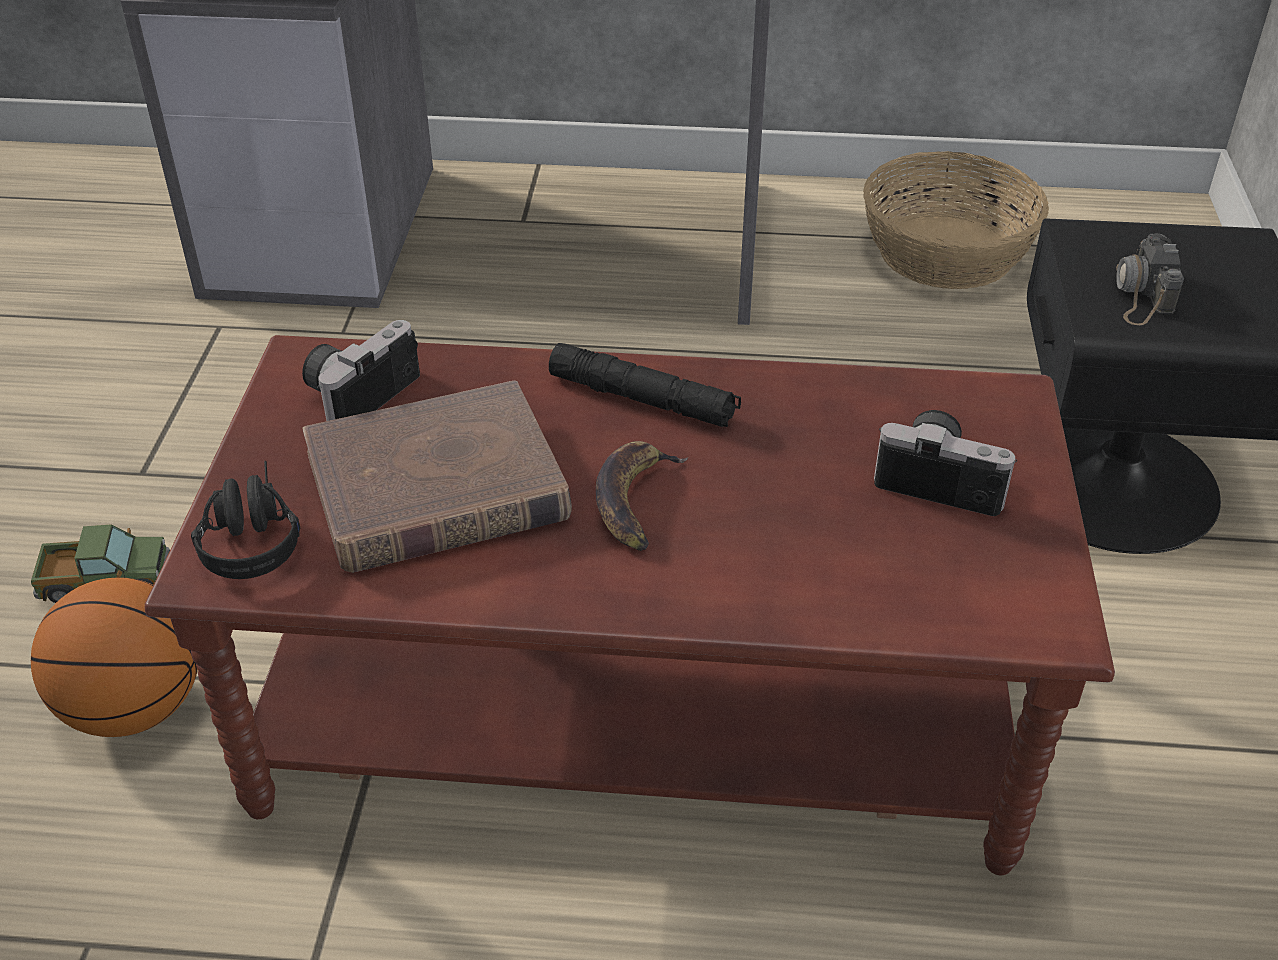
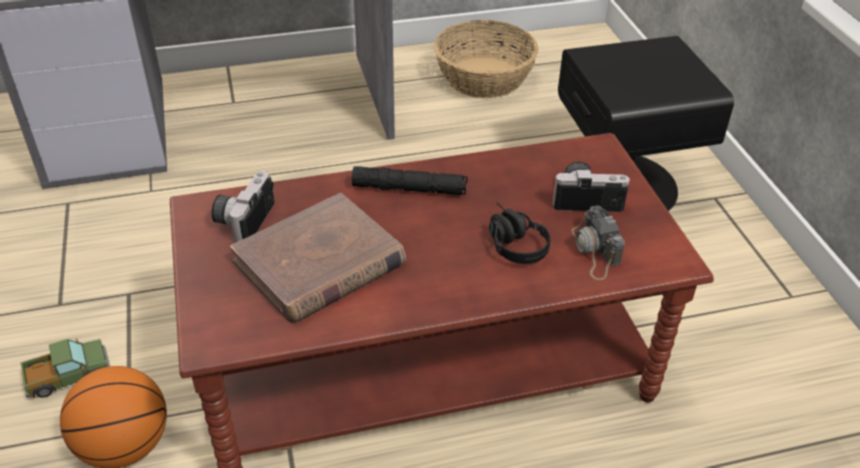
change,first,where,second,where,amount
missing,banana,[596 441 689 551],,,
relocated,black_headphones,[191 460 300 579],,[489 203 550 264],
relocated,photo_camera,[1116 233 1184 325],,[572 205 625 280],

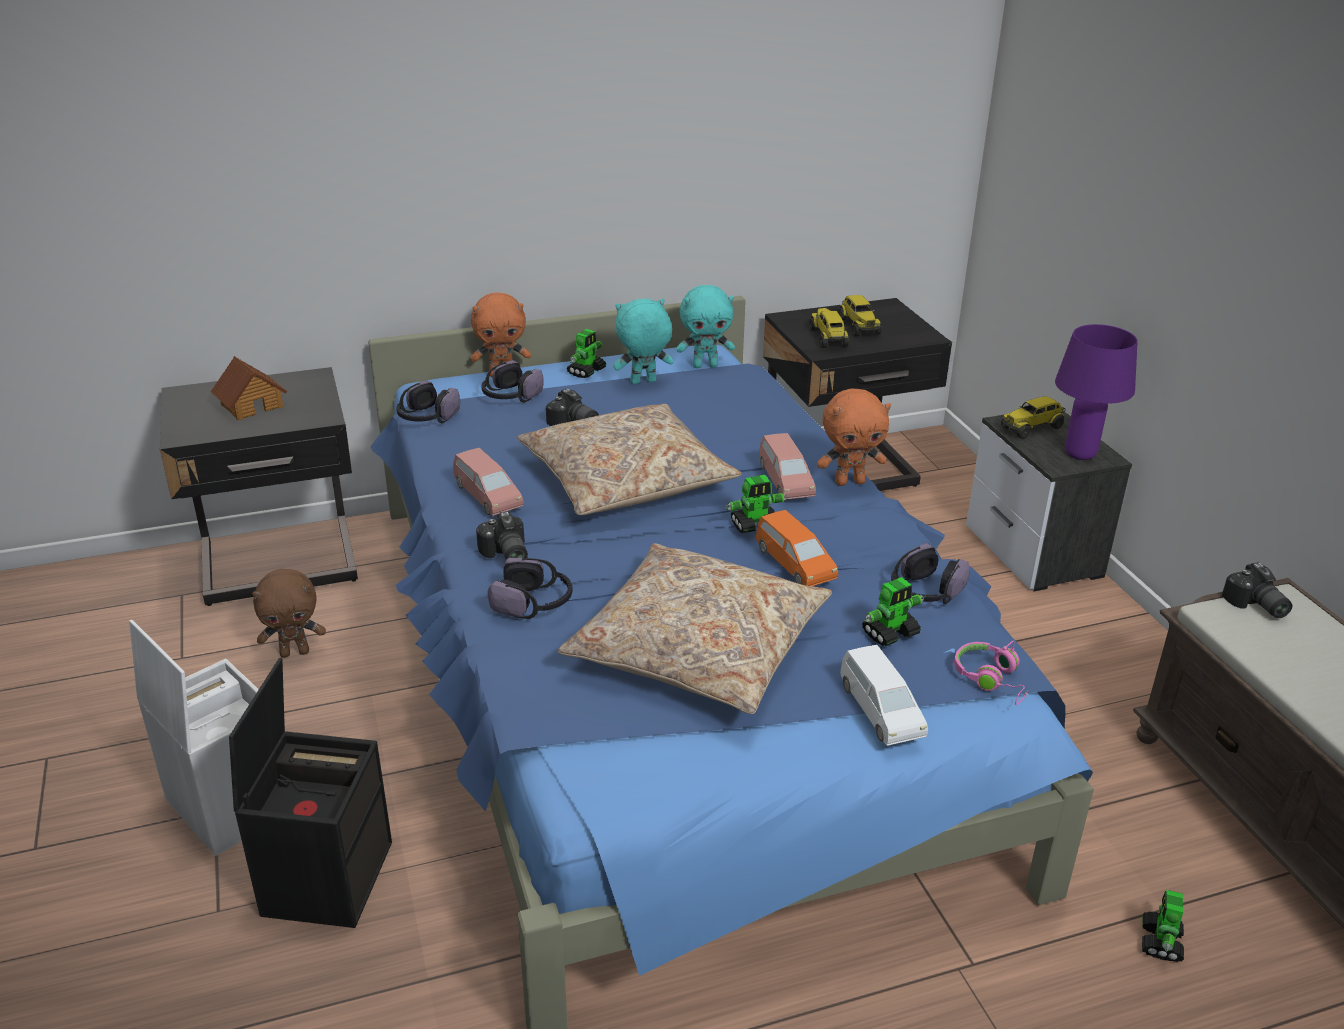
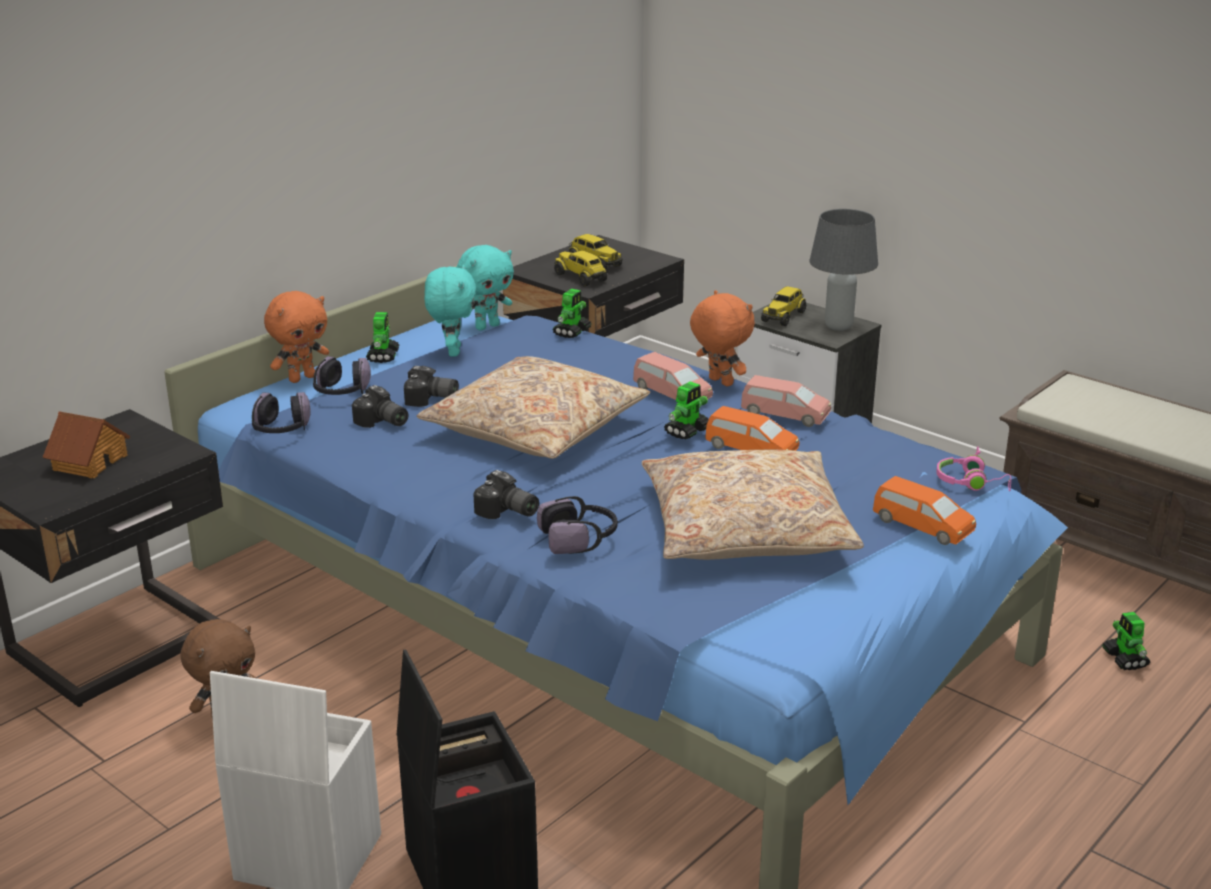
change,first,where,second,where,amount
missing,headphones,[891 543 970 604],,,
relocated,pink_toy_car,[453 448 524 516],,[741 375 831 427],
relocated,toy_robot,[862 577 924 646],,[552 289 591 338],
relocated,photo_camera,[1222 562 1292 618],,[352 385 408 428],
colour,white_toy_car,[840 645 928 746],orange_toy_car,[873 476 976 545],
colour,purple_table_lamp,[1055 324 1138 460],grey_table_lamp,[809 209 878 331],
spun,turquoise_plush_toy,[613 299 673 384],,[424 265 476 357],135 degrees clockwise
spun,orange_plush_toy,[817 389 891 486],,[690 290 755 387],90 degrees counterclockwise

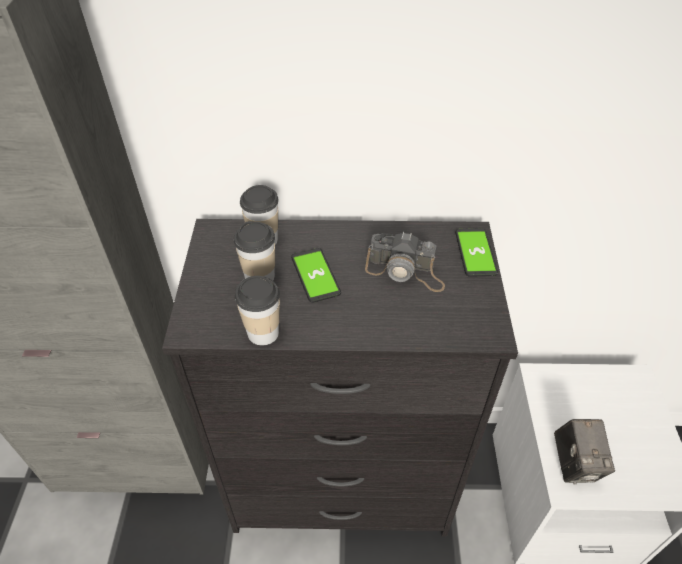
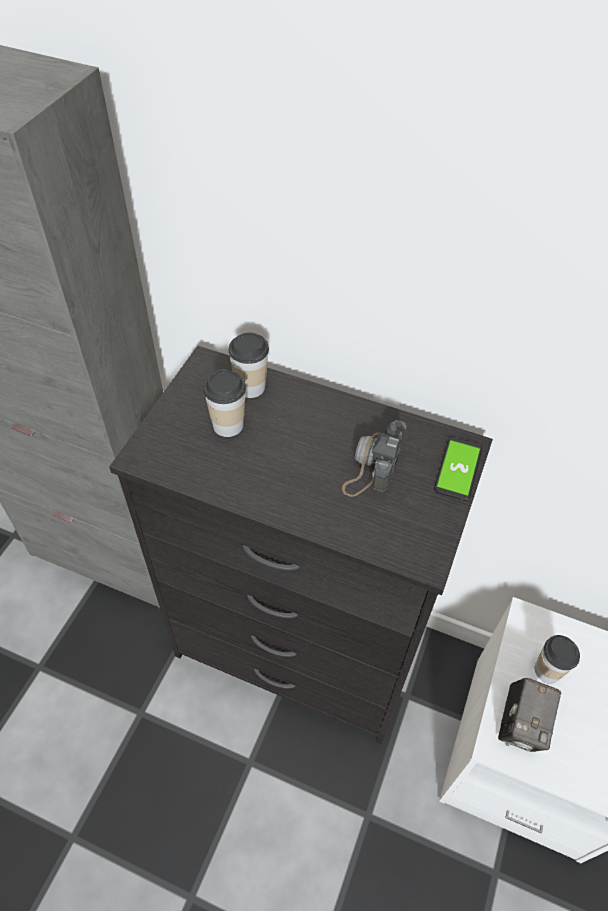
change,first,where,second,where,amount
missing,phone,[291 248 341 303],,,
relocated,cup,[235 276 280 345],,[535 635 580 684],
spun,photo_camera,[365 232 445 292],,[342 420 407 497],75 degrees clockwise

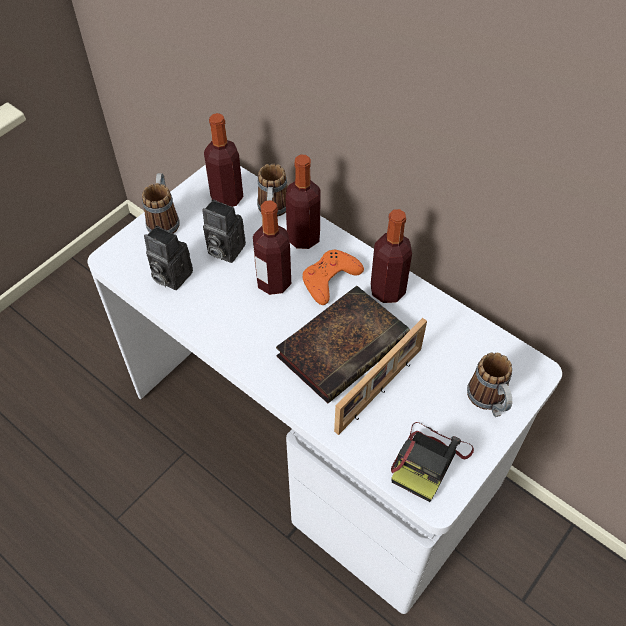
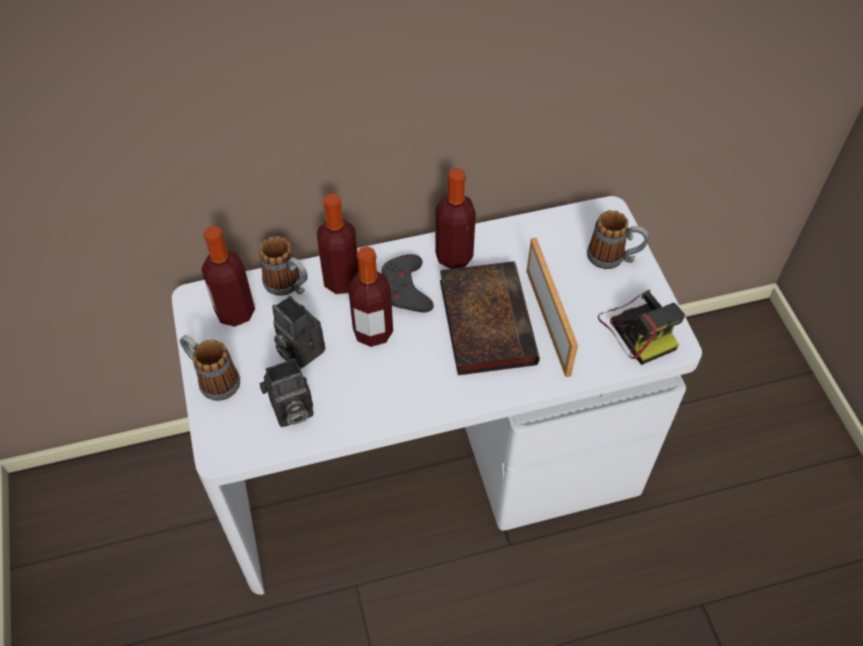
change,first,where,second,where,amount
colour,orange_game_controller,[302 250 364 305],grey_game_controller,[382 254 434 313],
spun,photo_camera,[202 199 246 263],,[272 296 325 369],75 degrees clockwise

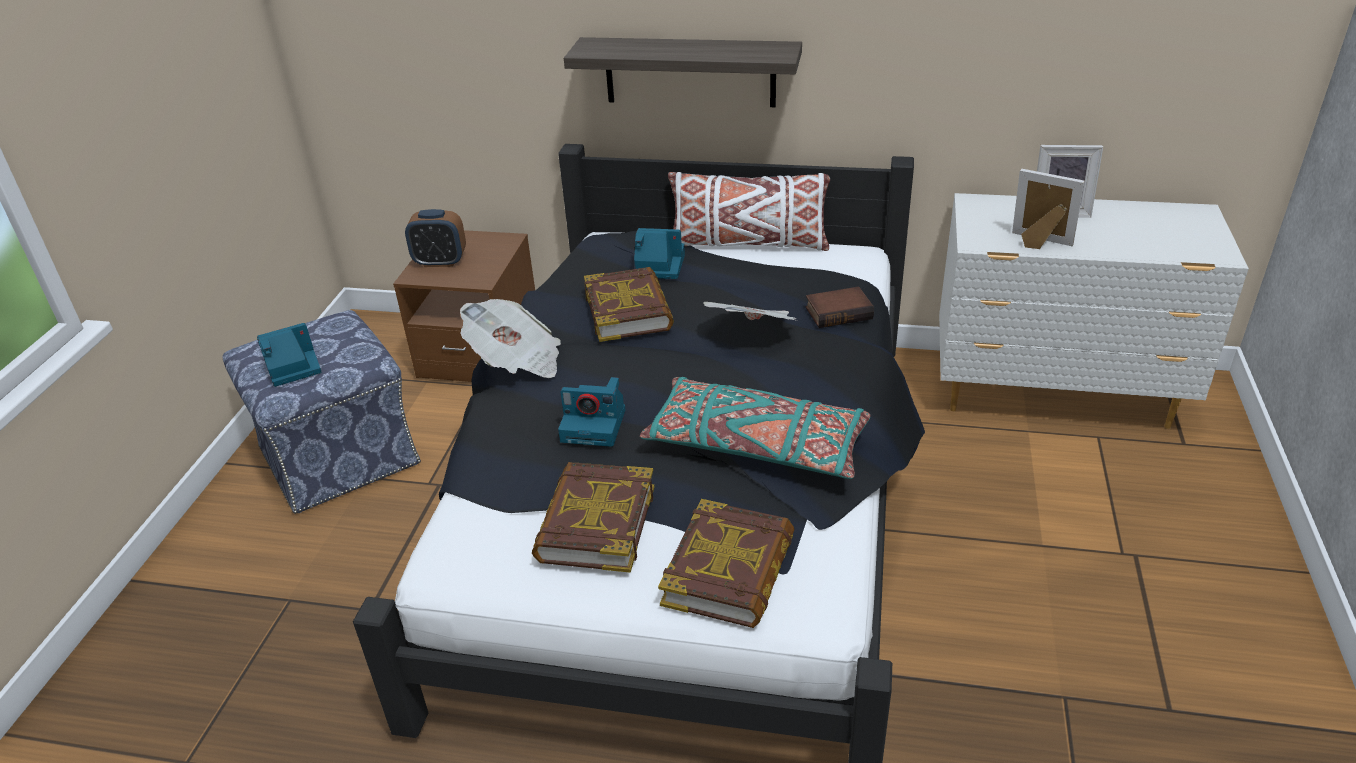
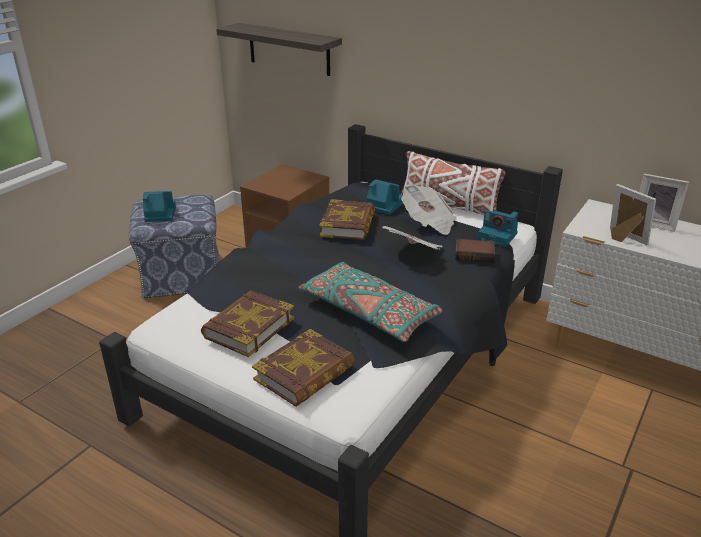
change,first,where,second,where,amount
missing,alarm_clock,[405 209 466 267],,,
relocated,newspaper,[460 299 561 378],,[401 184 457 235],
relocated,photo_camera,[558 377 625 447],,[478 210 518 247],
relocated,shelf,[564 37 802 107],,[216 23 342 76],

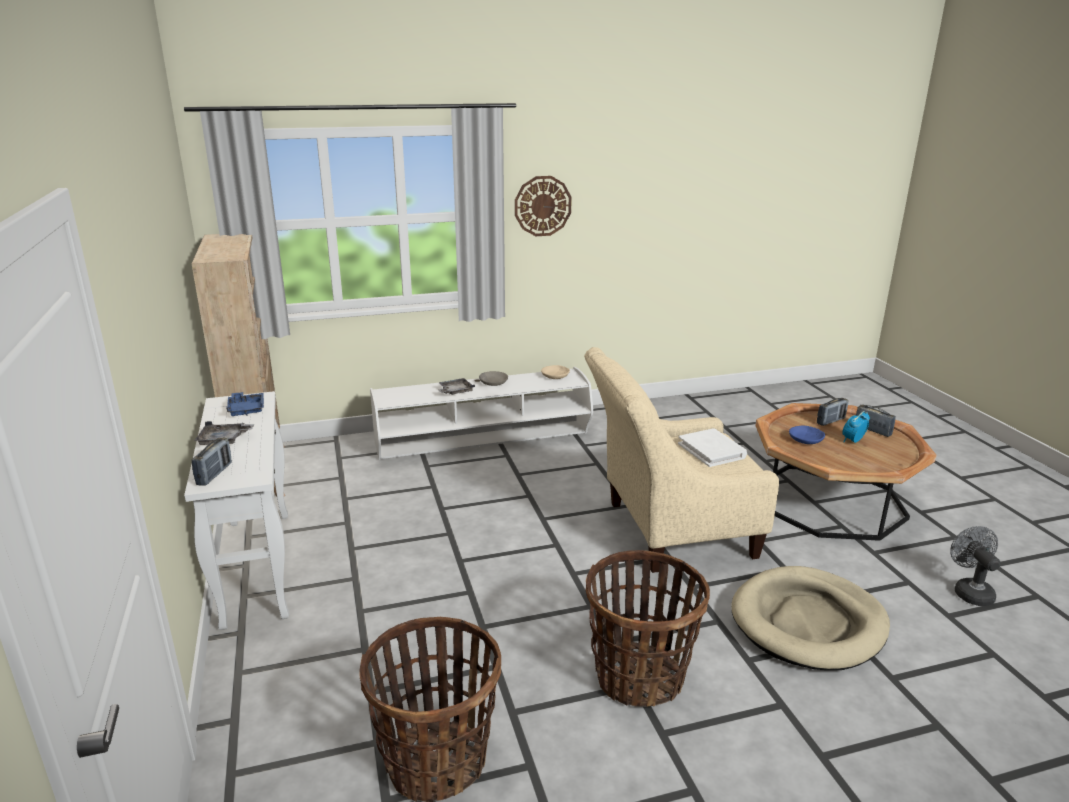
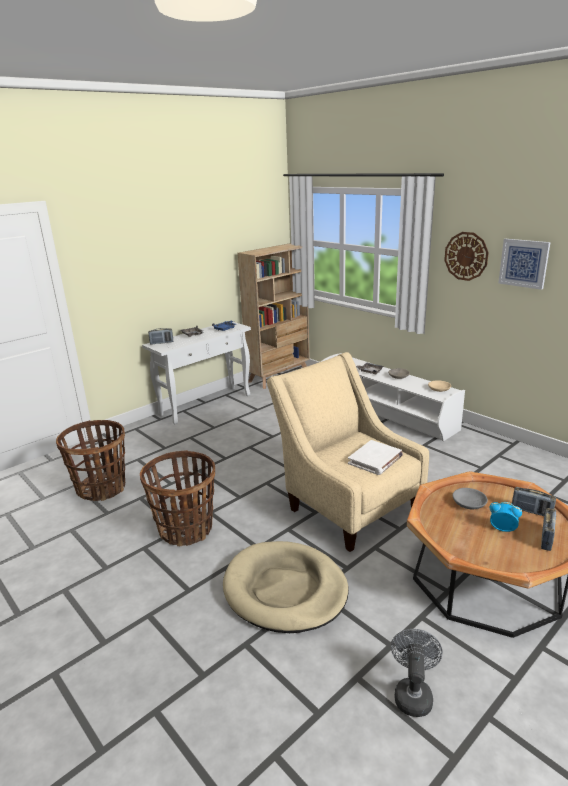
change,first,where,second,where,amount
appeared,,,picture,[498 239 551 290],
colour,blue_bowl,[789 426 825 444],grey_bowl,[453 488 488 509],
spun,grey_fan,[950 526 1001 606],,[391 629 442 717],45 degrees counterclockwise

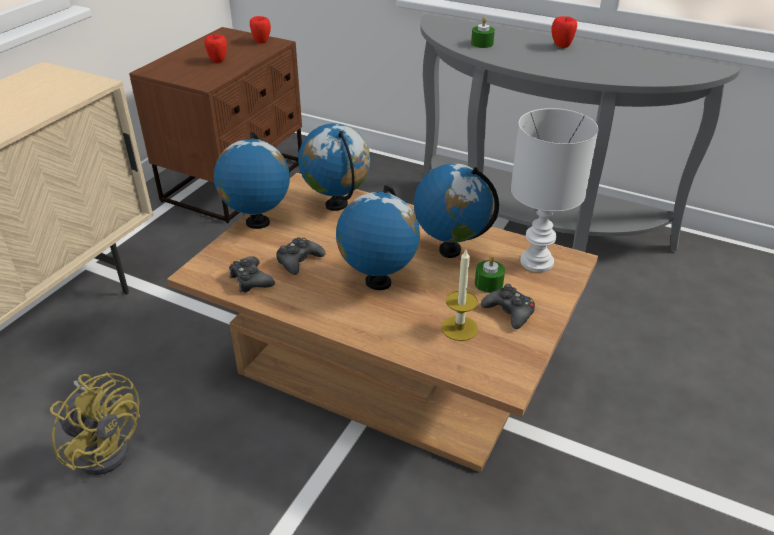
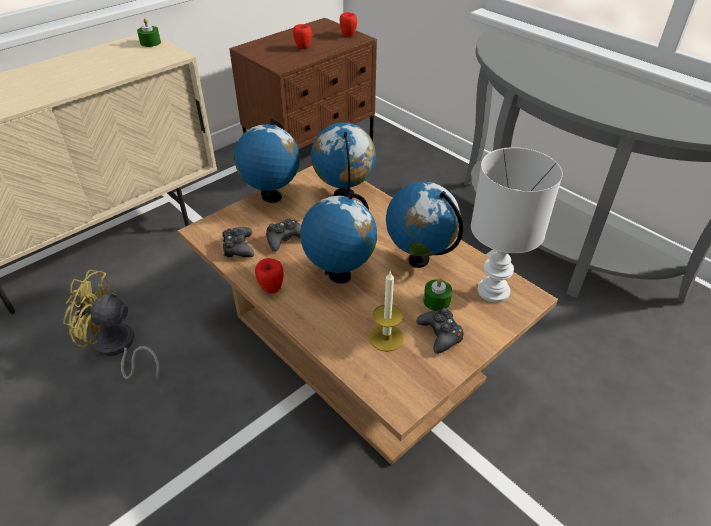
change,first,where,second,where,amount
relocated,green_candle,[471 17 495 48],,[137 18 161 47],
relocated,apple,[551 16 577 48],,[255 258 284 293],
spun,yellow_fan,[50 372 140 475],,[63 270 160 380],135 degrees clockwise

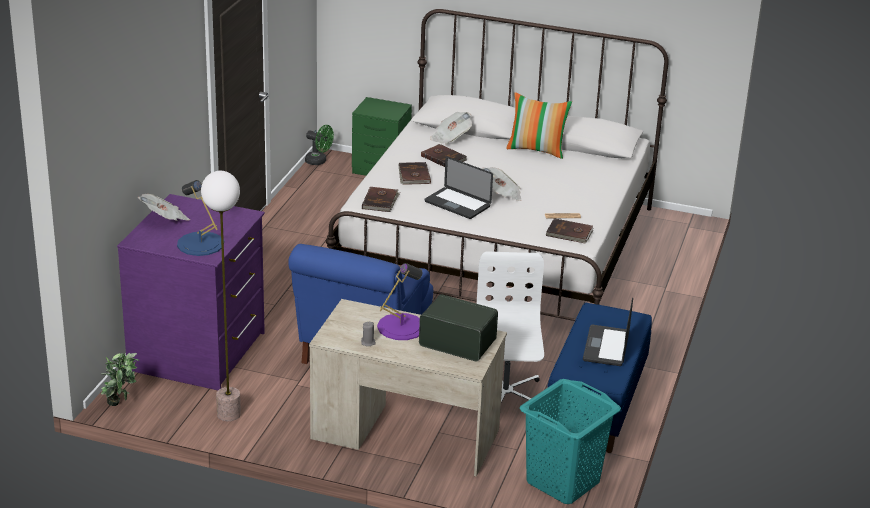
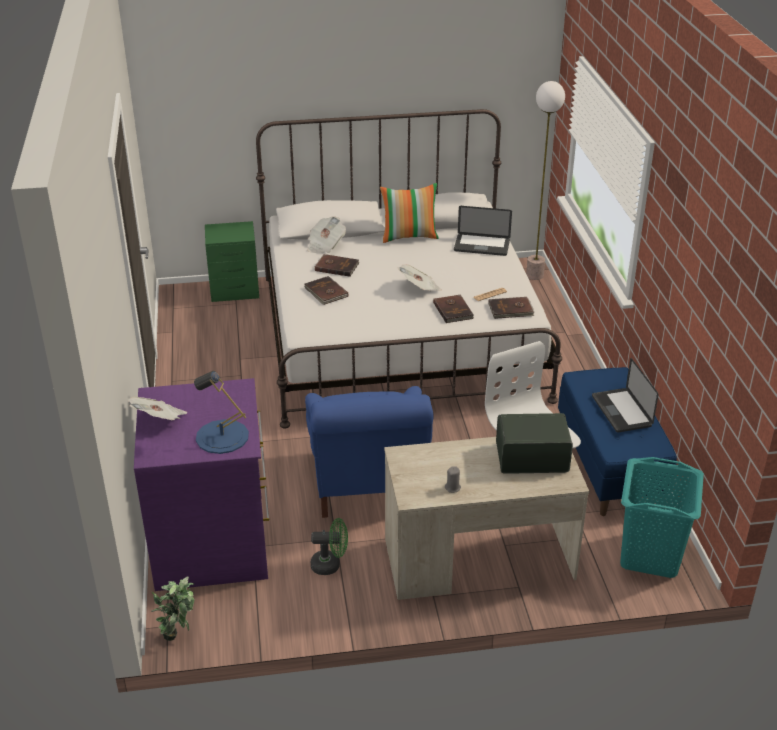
change,first,where,second,where,amount
missing,purple_table_lamp,[377 263 422 340],,,
relocated,floor_lamp,[201 171 241 421],,[526 81 565 280],
relocated,green_fan,[305 125 334 165],,[311 518 348 575],
relocated,brown_book,[362 186 400 212],,[433 294 474 323],
relocated,laptop,[425 156 493 219],,[454 206 512 256],

